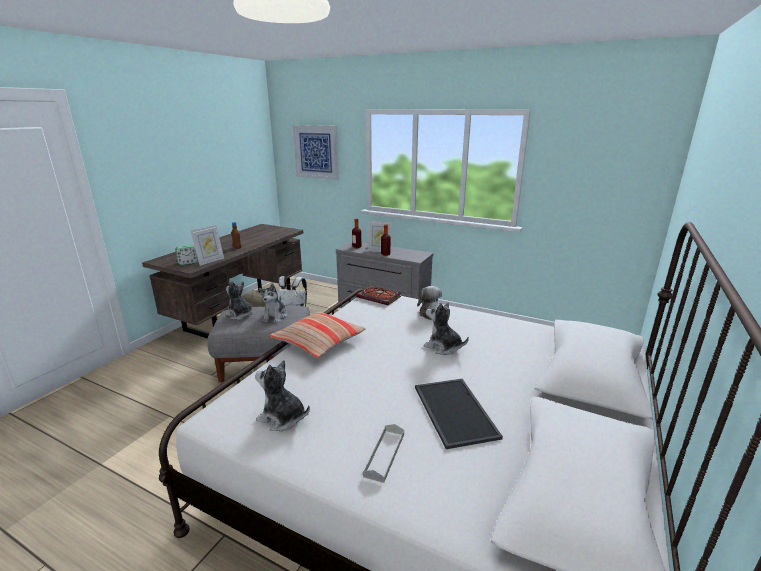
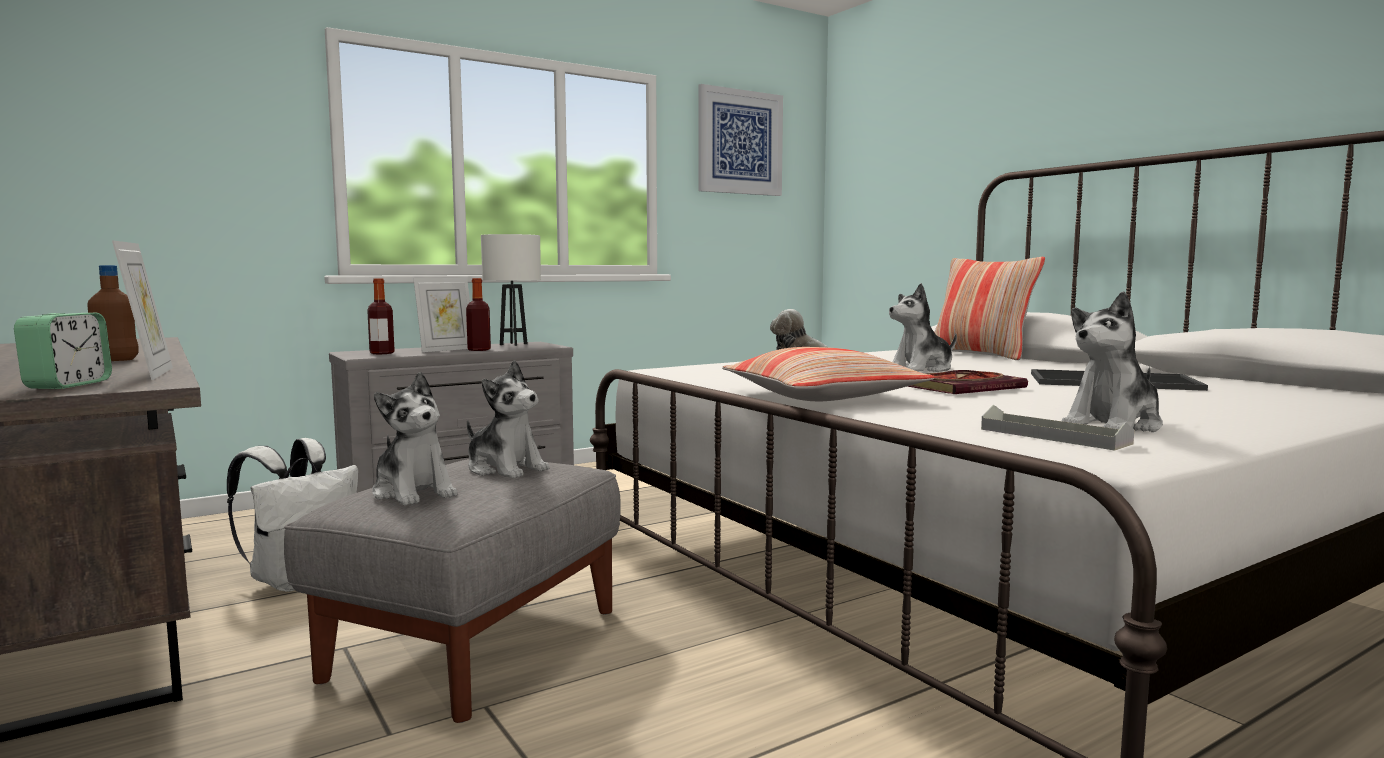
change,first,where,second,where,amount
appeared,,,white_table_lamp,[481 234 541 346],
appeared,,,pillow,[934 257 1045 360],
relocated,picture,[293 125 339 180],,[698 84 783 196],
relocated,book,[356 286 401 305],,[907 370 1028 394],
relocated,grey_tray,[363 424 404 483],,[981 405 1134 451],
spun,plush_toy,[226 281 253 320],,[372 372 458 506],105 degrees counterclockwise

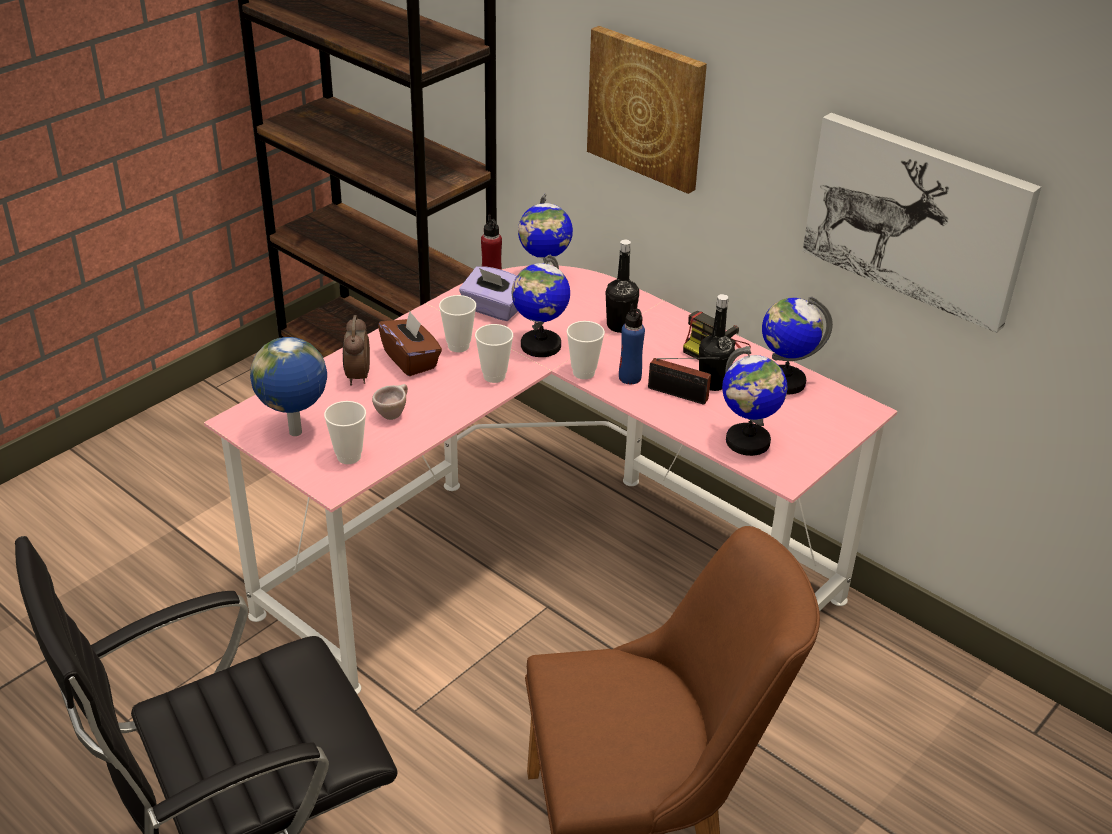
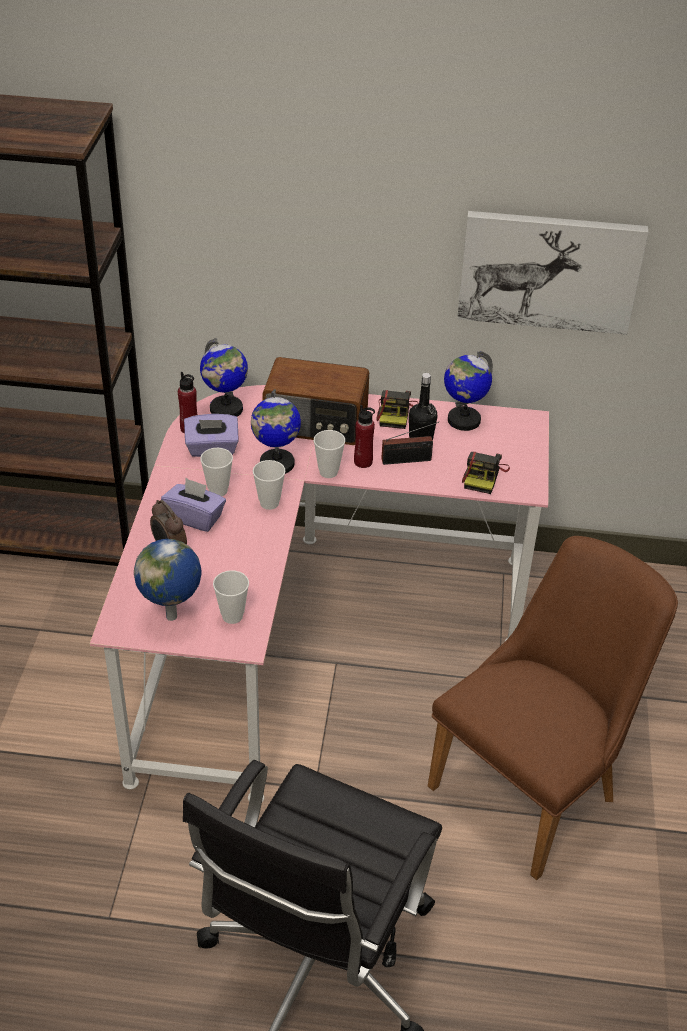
change,first,where,second,where,amount
missing,beige_cup,[372 384 408 420],,,
missing,picture,[587 26 707 194],,,
exchanged,black_bottle,[606 240 639 333],radio,[262 357 369 445],
exchanged,globe,[722 346 788 456],photo_camera,[462 452 510 494],
colour,brown_tissue_box,[378 311 442 376],purple_tissue_box,[161 478 226 532],
colour,blue_bottle,[619 303 645 384],red_bottle,[354 405 375 468],

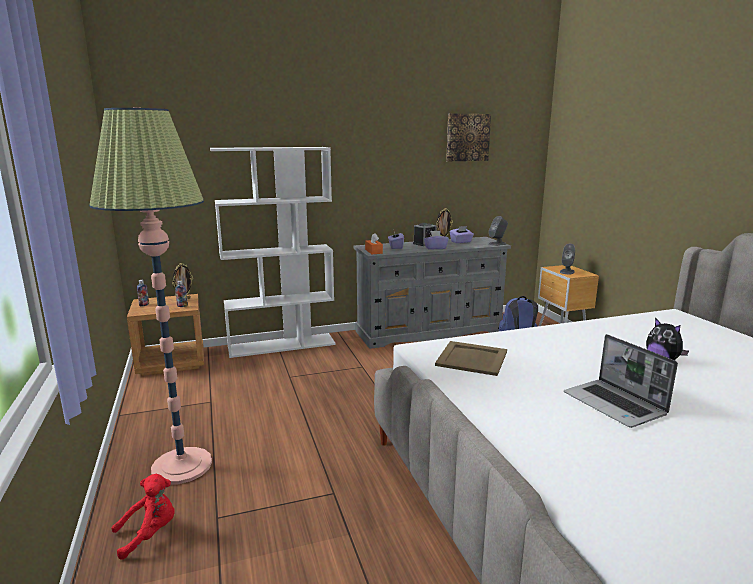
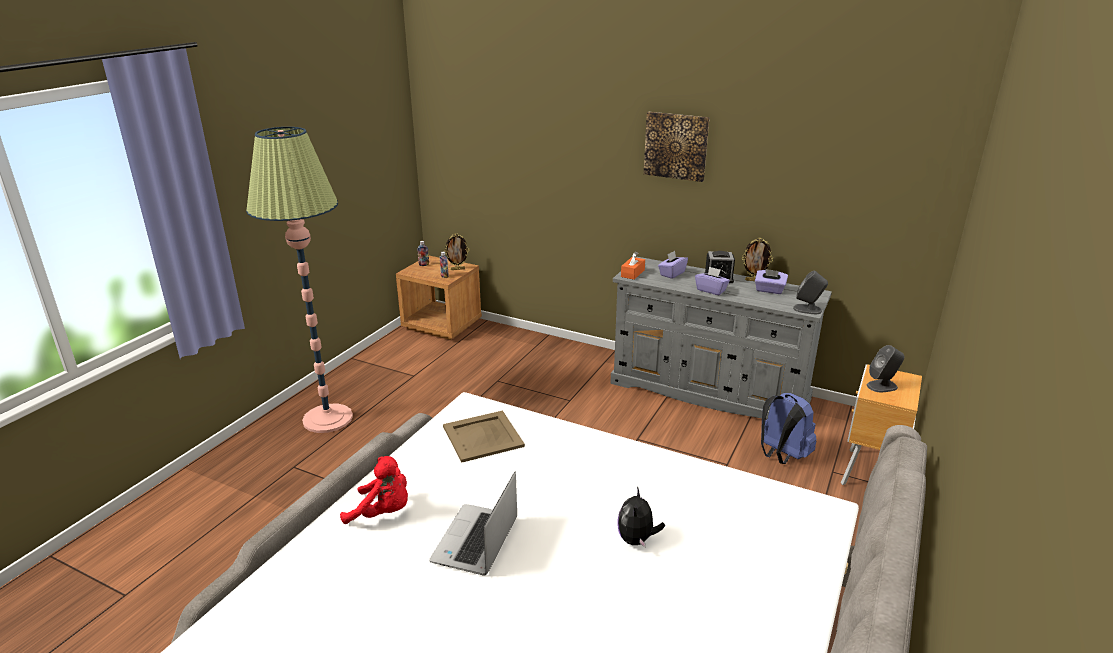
change,first,where,second,where,amount
missing,white_bookcase,[210 147 335 358],,,
relocated,red_plush_toy,[111 474 175 560],,[340 456 408 524],
relocated,picture,[446 114 491 161],,[644 112 710 182],

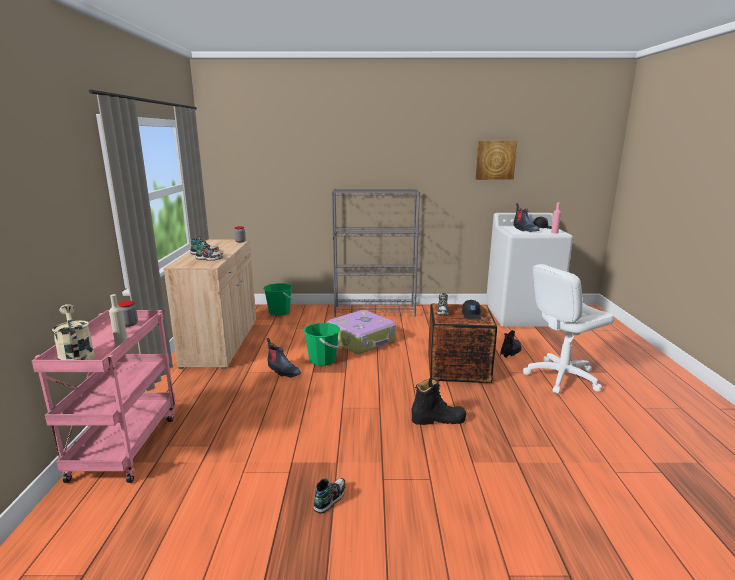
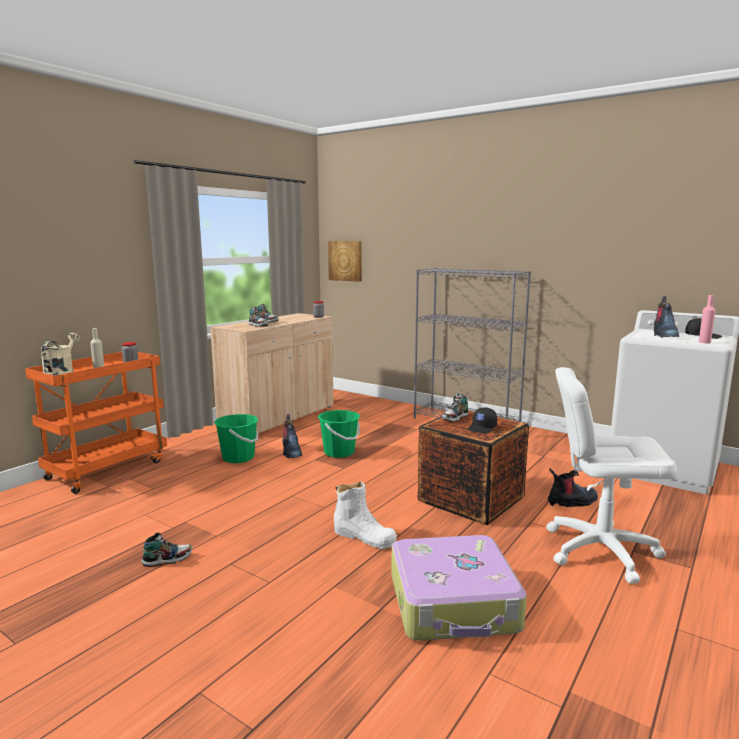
change,first,where,second,where,amount
relocated,green_bucket,[263 283 293 316],,[214 414 259 463],
relocated,suitcase,[326 310 396 354],,[391 535 527 641],
relocated,picture,[476 141 517 180],,[328 241 362 282],
colour,pink_cart,[32 310 175 483],orange_cart,[25 351 167 494],
colour,black_boot,[411 378 466 425],white_boot,[334 481 397 549],

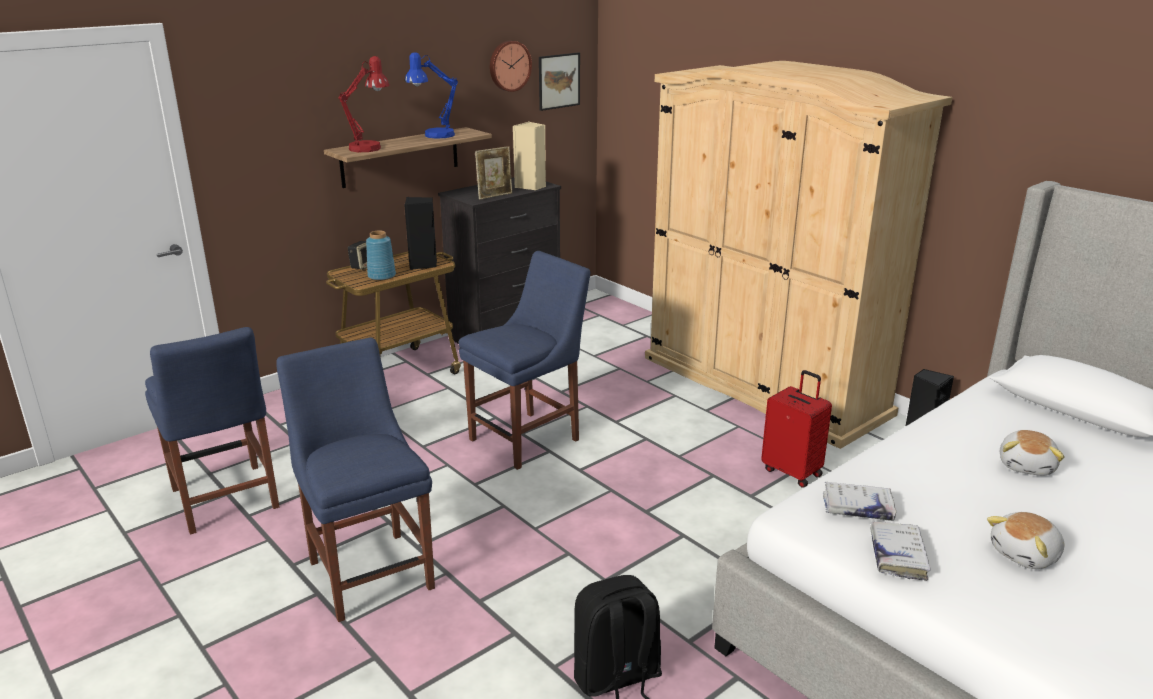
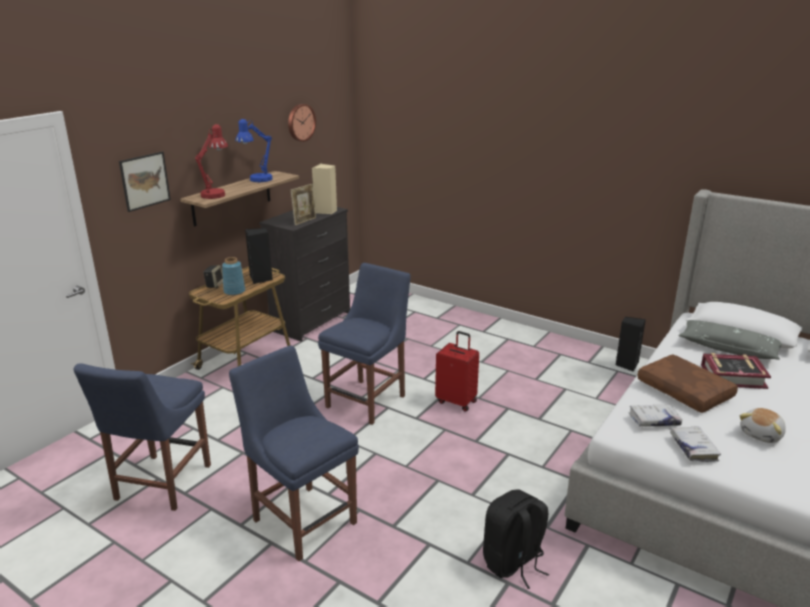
change,first,where,second,where,amount
missing,beige_wardrobe,[645 61 952 449],,,
appeared,,,brown_pillow,[637 354 738 413],
appeared,,,grey_pillow,[678 320 782 360],
relocated,picture,[539 52 580 111],,[119 152 171 212],
relocated,red_suitcase,[761 370 832 488],,[435 331 479 412],
exchanged,plush_toy,[1000 430 1065 476],book,[701 353 771 389],
spun,blue_chair,[145 327 279 535],,[74 363 211 511],60 degrees clockwise

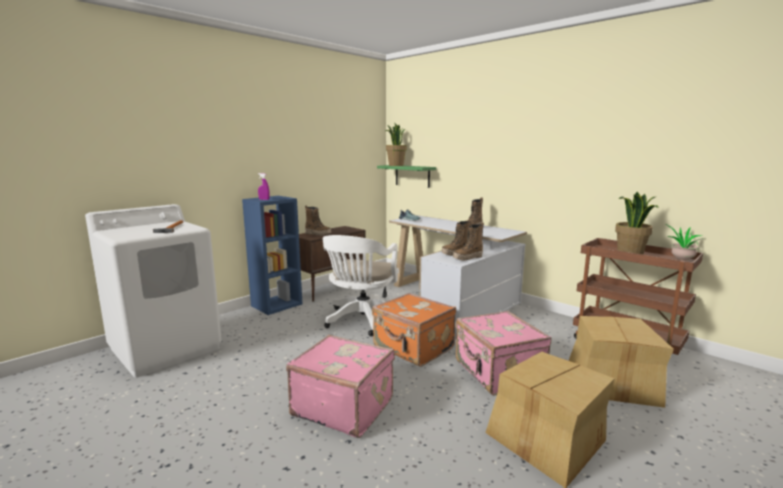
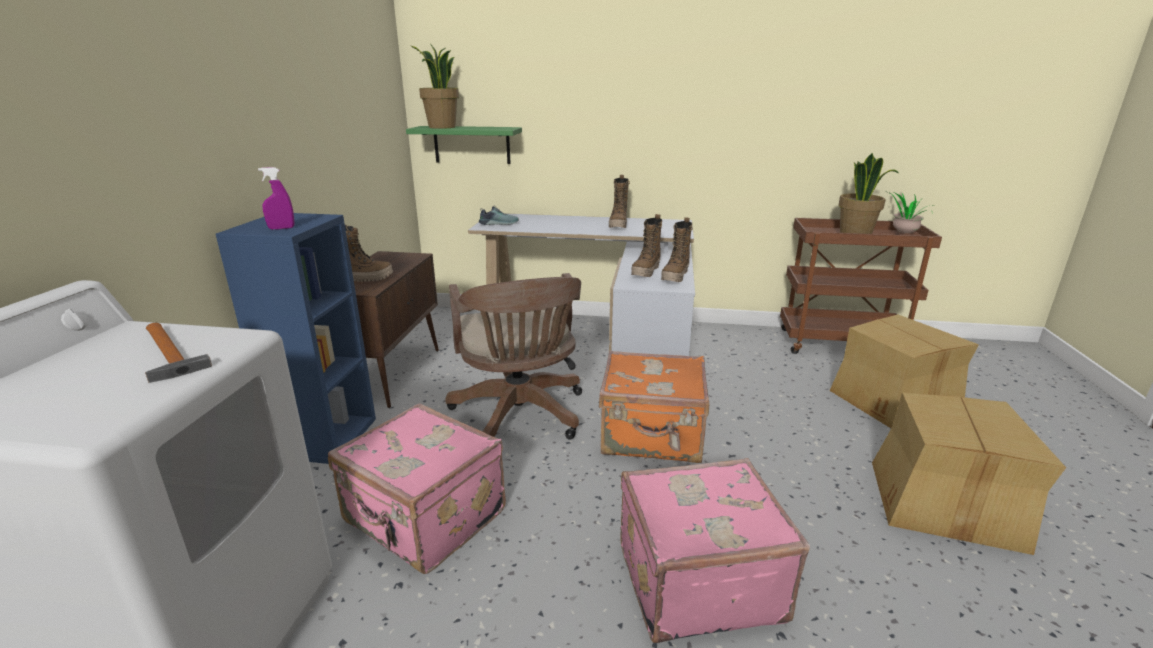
change,first,where,second,where,amount
relocated,pink_suitcase,[456 311 551 395],,[328 403 506 574],
colour,white_office_chair,[323 235 399 336],brown_office_chair,[445 273 582 440],

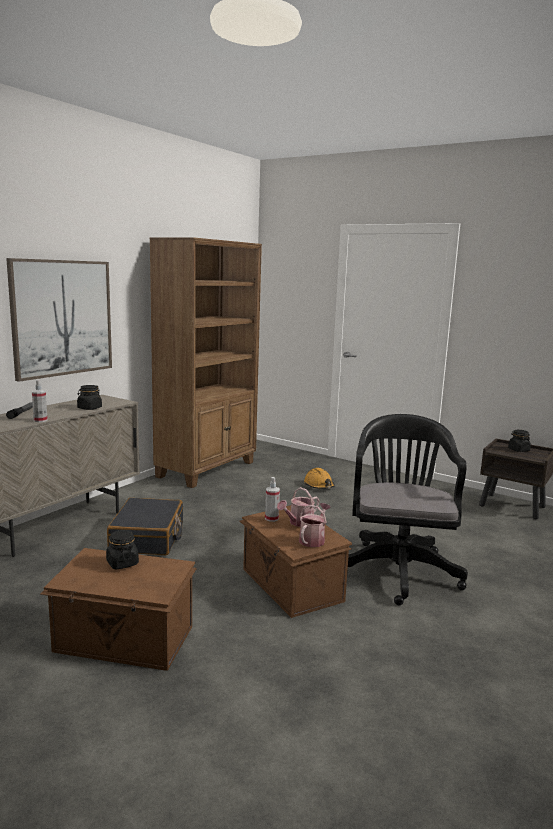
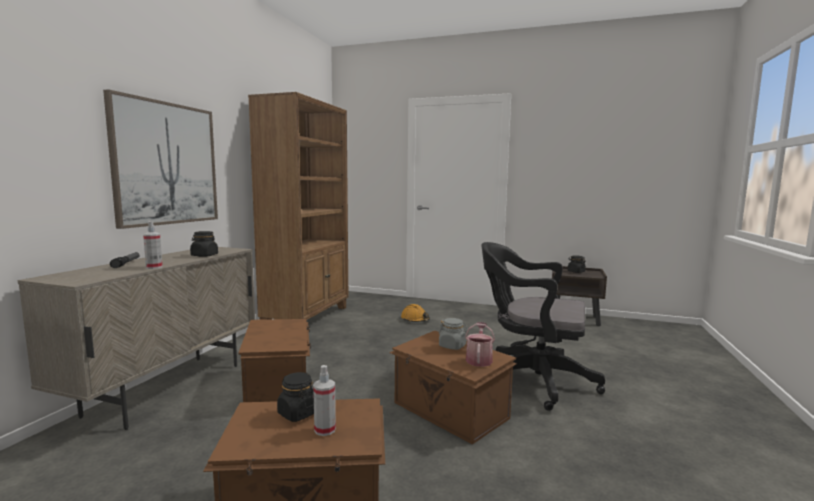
change,first,where,second,where,amount
relocated,spray_bottle,[265 477 280 522],,[313 365 336 436],
exchanged,black_suitcase,[107 498 183 555],brown_storage_box,[238 319 311 402],
exchanged,watering_can,[277 487 319 527],grey_jar,[439 318 468 350],
spun,black_office_chair,[348 414 468 605],,[481 242 605 411],60 degrees counterclockwise

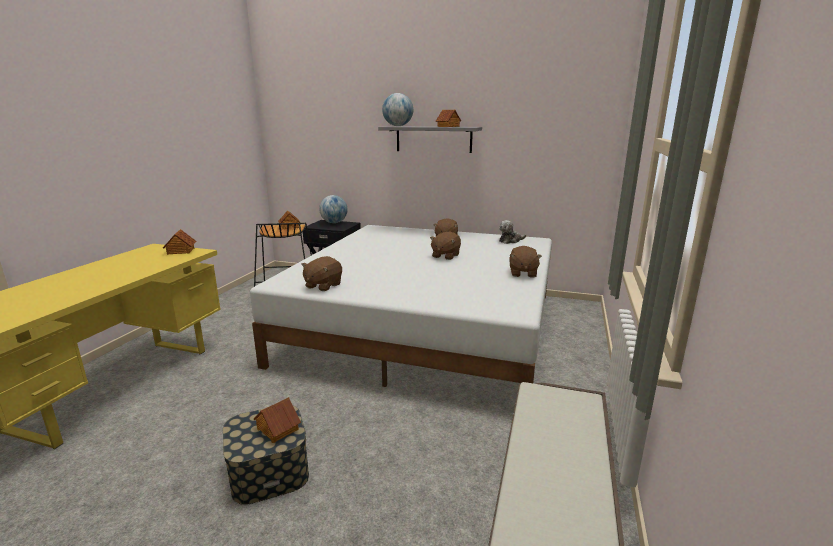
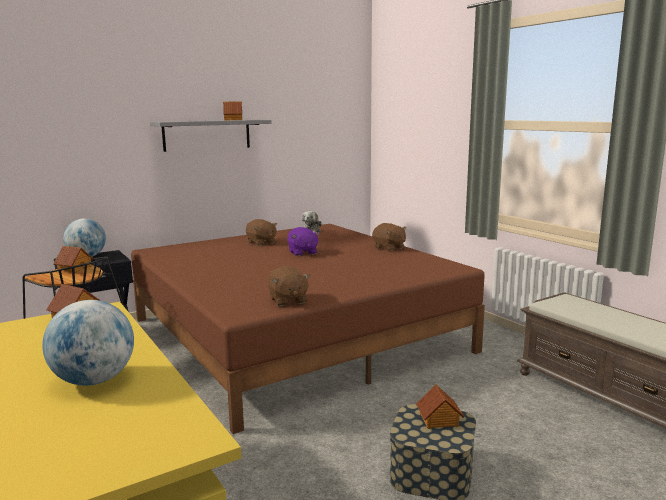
change,first,where,second,where,amount
relocated,globe,[382 93 413 126],,[42 300 134 386],
colour,white_bed,[250 225 552 387],brown_bed,[131 224 485 434],
colour,brown_plush_toy,[430 232 461 260],purple_plush_toy,[287 227 320 256],

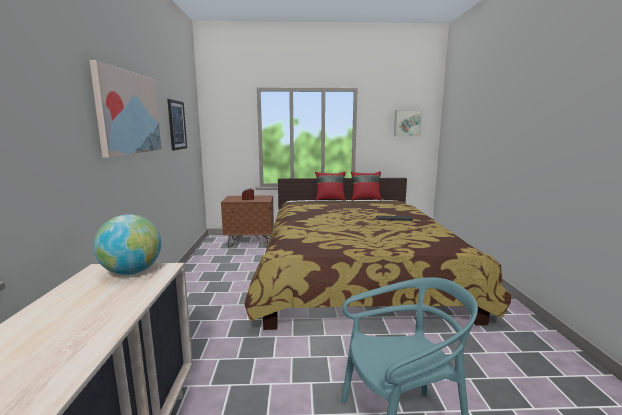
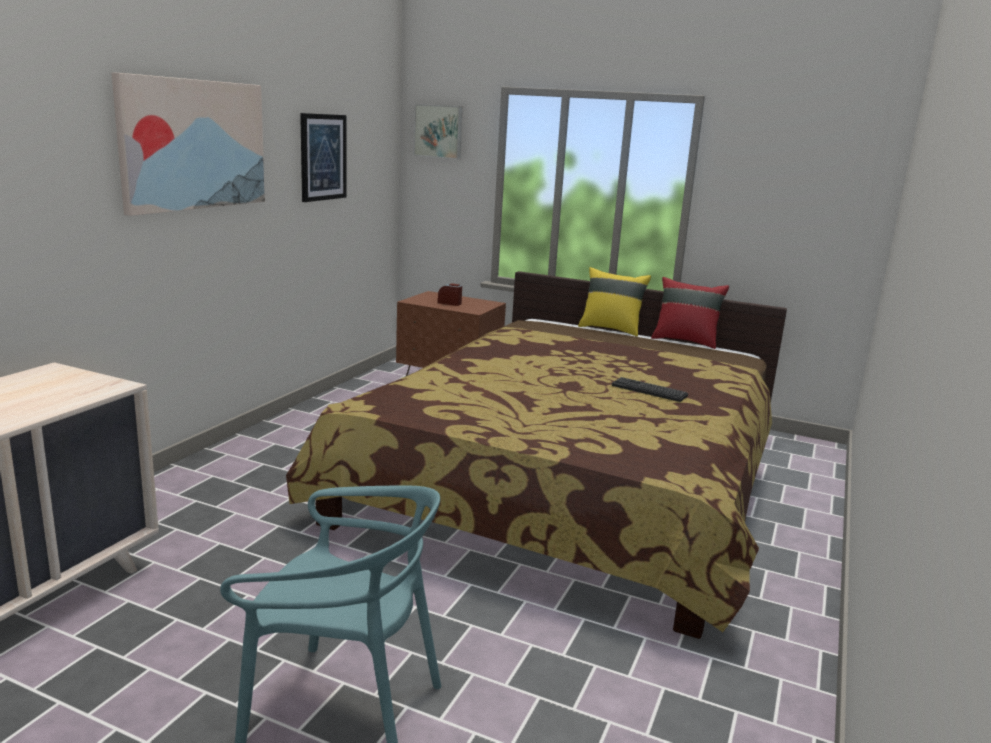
change,first,where,second,where,amount
missing,globe,[94 214 161 275],,,
relocated,picture,[394 110 422 136],,[413 104 463 159],
colour,red_pillow,[315 172 346 201],yellow_pillow,[578 267 651 337],

